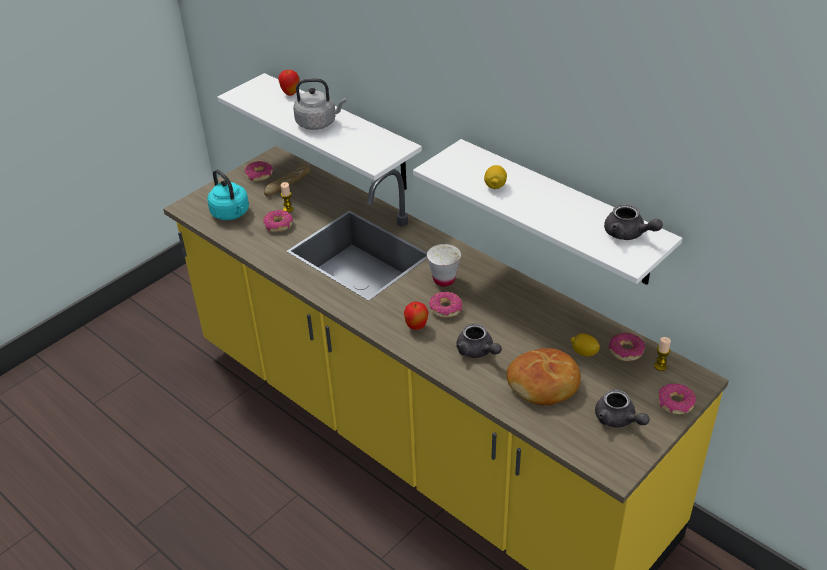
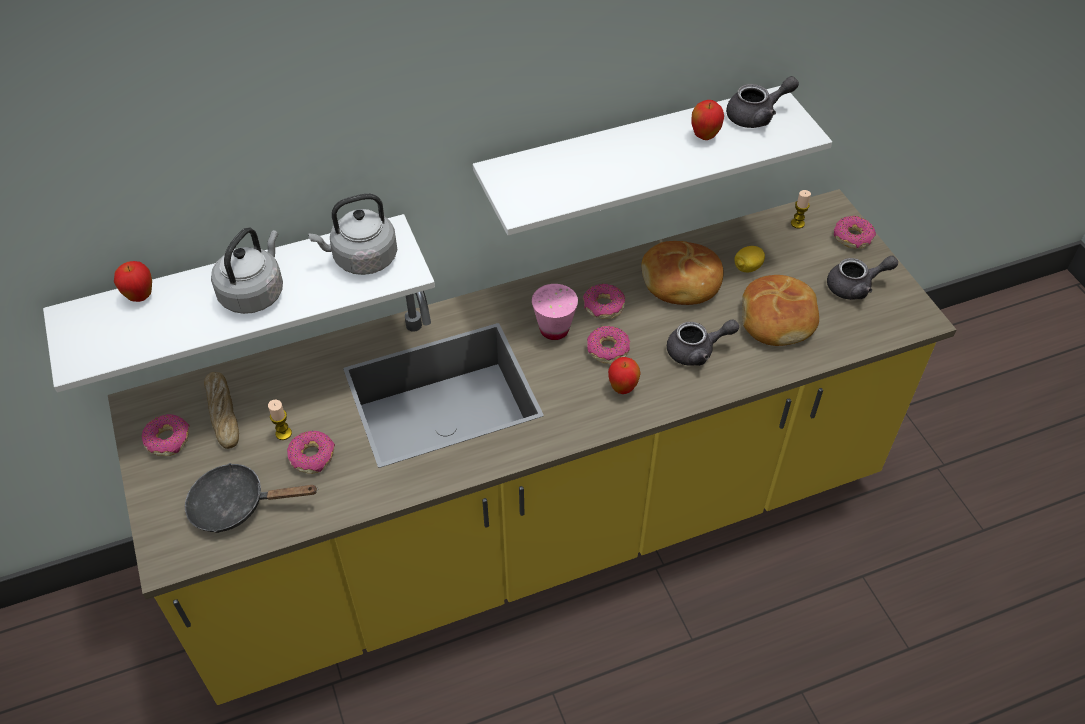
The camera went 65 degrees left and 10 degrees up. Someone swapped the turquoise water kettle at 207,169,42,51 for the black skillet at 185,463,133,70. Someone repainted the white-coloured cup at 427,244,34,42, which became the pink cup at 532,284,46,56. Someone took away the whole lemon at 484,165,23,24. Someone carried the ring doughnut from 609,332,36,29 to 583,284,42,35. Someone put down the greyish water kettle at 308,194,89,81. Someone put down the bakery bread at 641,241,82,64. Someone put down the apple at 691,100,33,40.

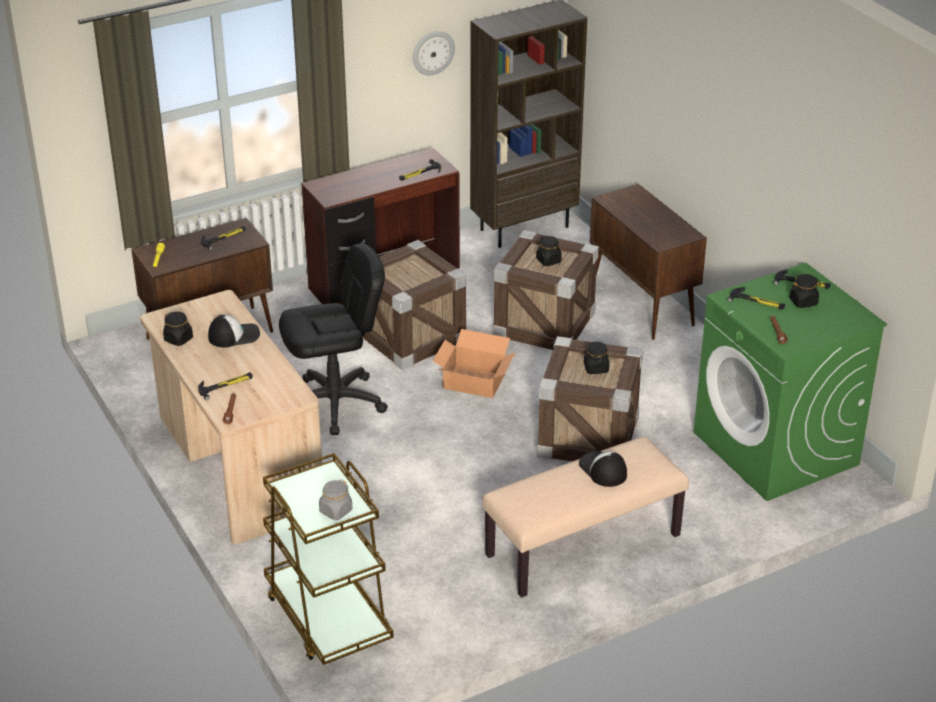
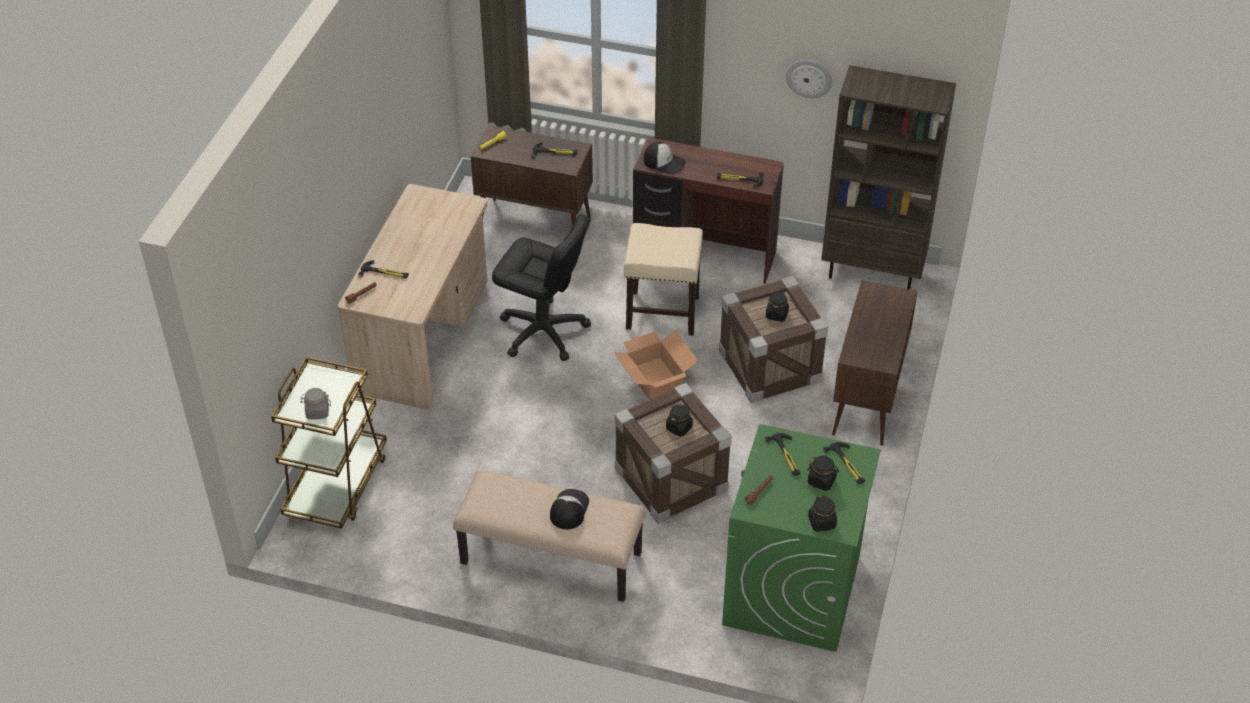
The camera went 45 degrees right and 10 degrees up. Someone carried the black storage jar from 163,312,30,34 to 808,495,29,37. Someone carried the baseball cap from 208,315,52,33 to 643,141,43,33. Someone swapped the packing crate at 363,240,104,130 for the beige sitting stool at 624,223,79,113.

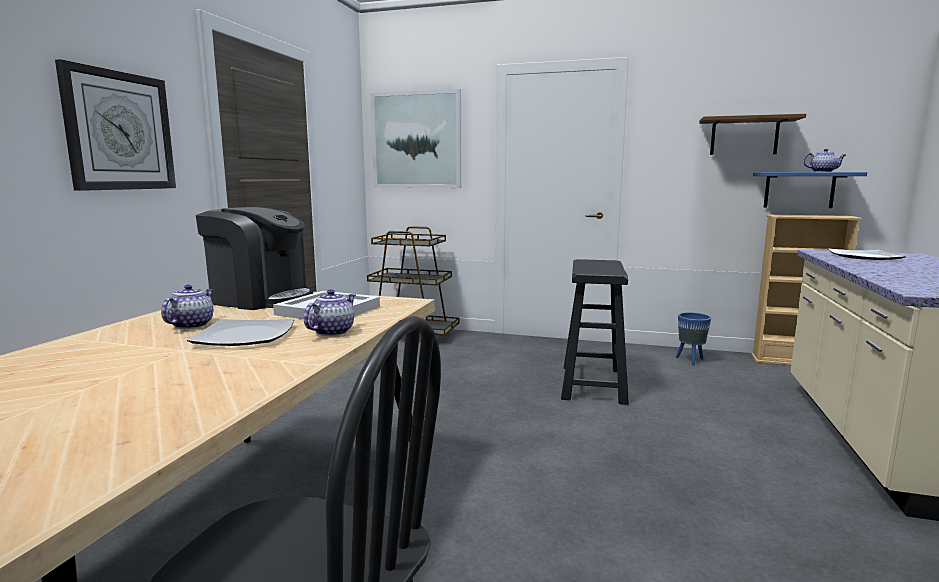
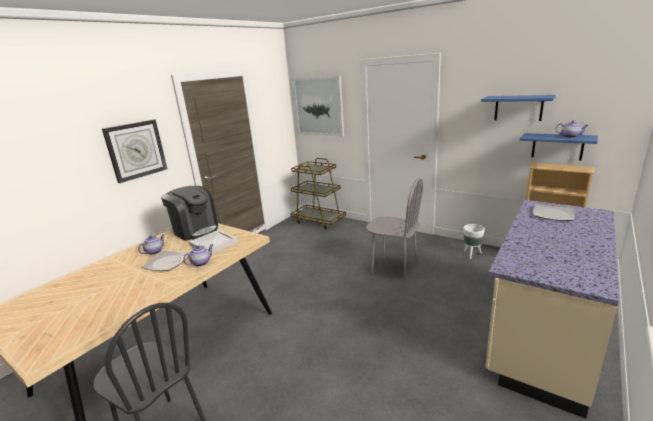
The camera went 20 degrees right and 10 degrees up. Someone swapped the black sitting stool at 561,259,68,146 for the greyish plain chair at 366,177,57,104. Someone repainted the blue-coloured flower pot at 676,312,35,54, which became the white-coloured flower pot at 463,224,22,35. Someone repainted the brownish bracket shelf at 699,114,107,41, which became the blue-coloured bracket shelf at 481,95,75,26.

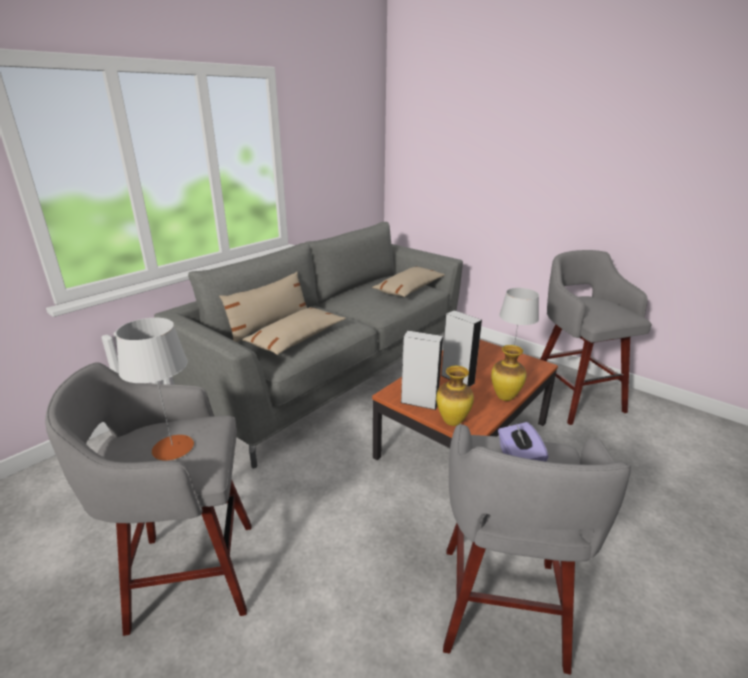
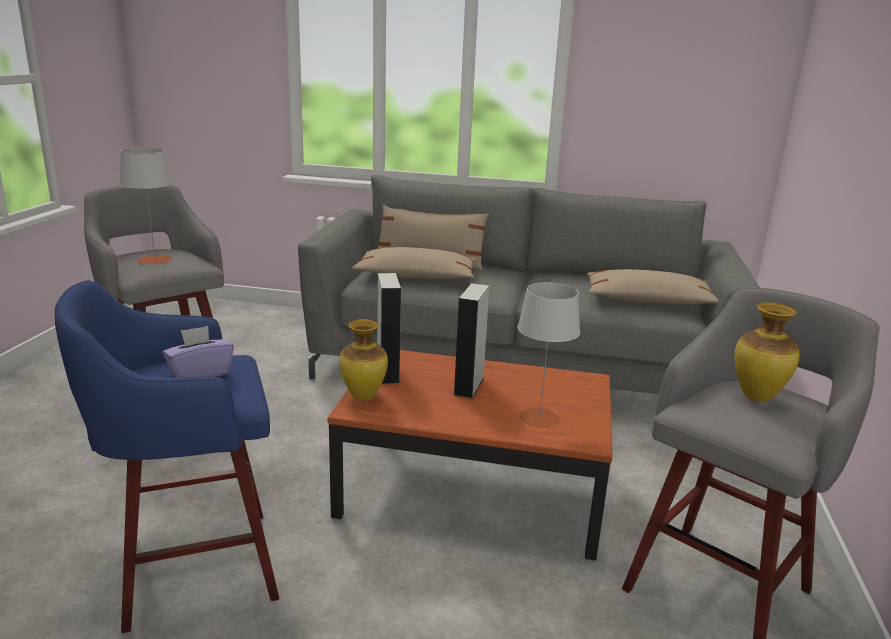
The camera went 60 degrees right and 5 degrees down. Someone repainted the greyish sitting stool at 443,423,188,251, which became the blue-coloured sitting stool at 55,280,224,353. Someone carried the vase from 491,345,36,56 to 734,302,66,100.

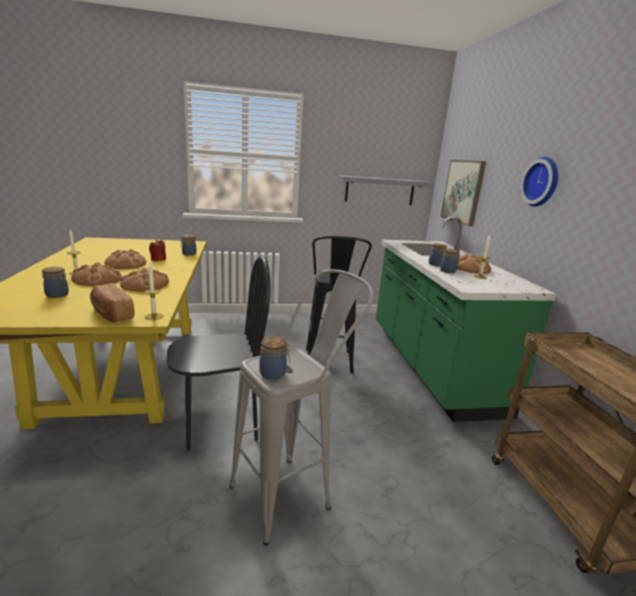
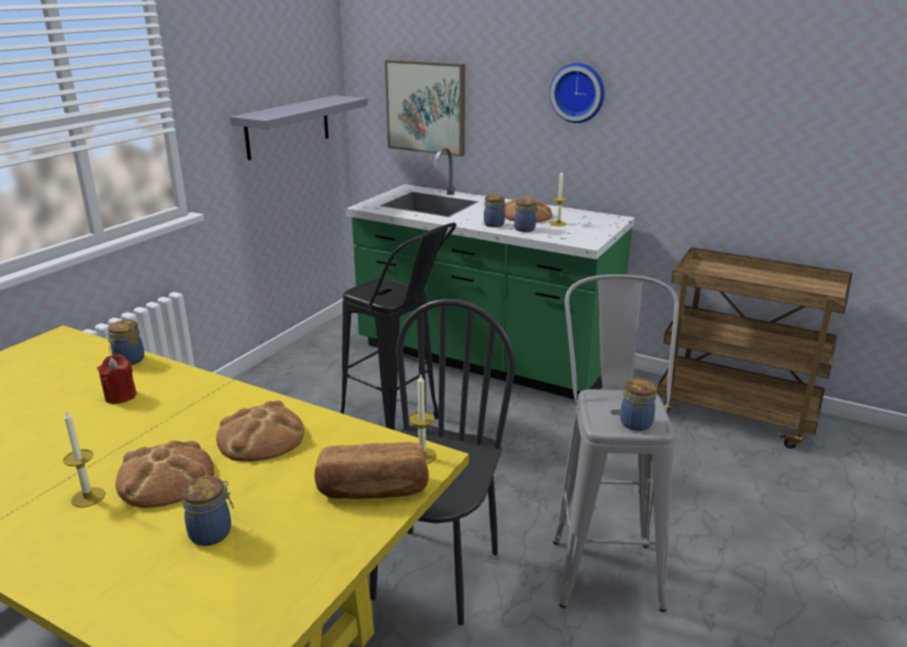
The camera went 50 degrees left and 5 degrees up. Someone took away the bakery bread at 104,249,43,20.

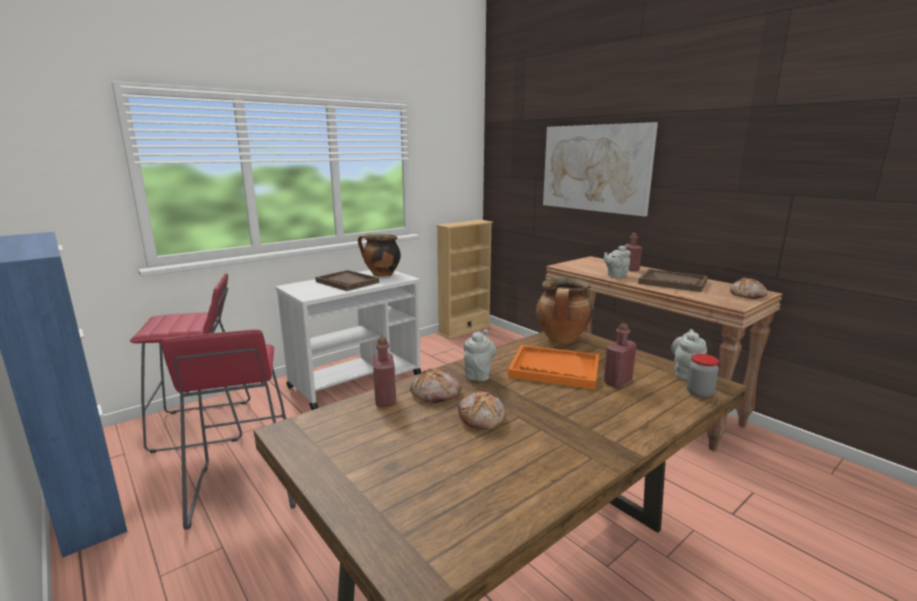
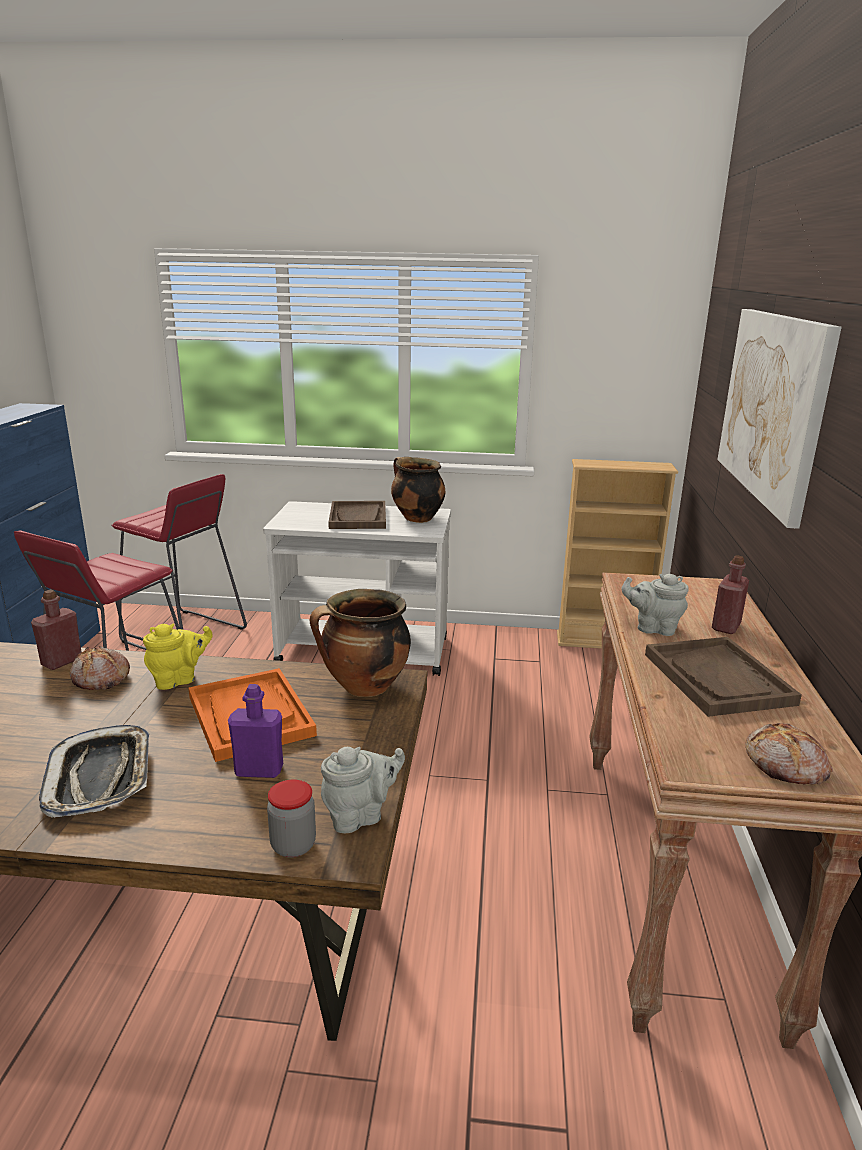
The camera went 45 degrees right and 5 degrees up. Someone took away the bakery bread at 458,391,48,39. Someone repainted the greyish pot for tea at 464,329,32,52, which became the yellowish pot for tea at 143,624,70,66. Someone repainted the red-coloured beverage bottle at 604,323,33,65, which became the purplish beverage bottle at 228,684,55,94. Someone put down the carrying tray at 39,725,110,93.

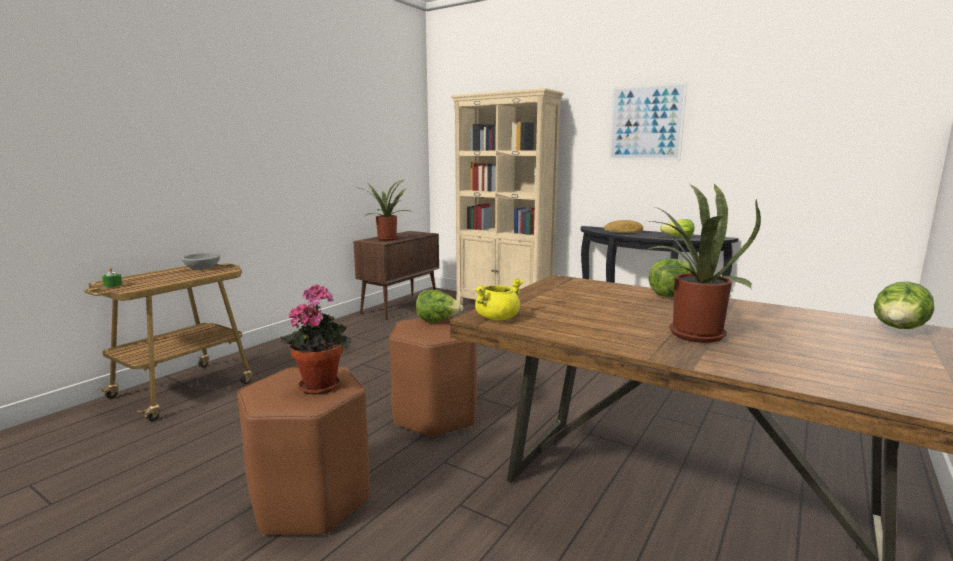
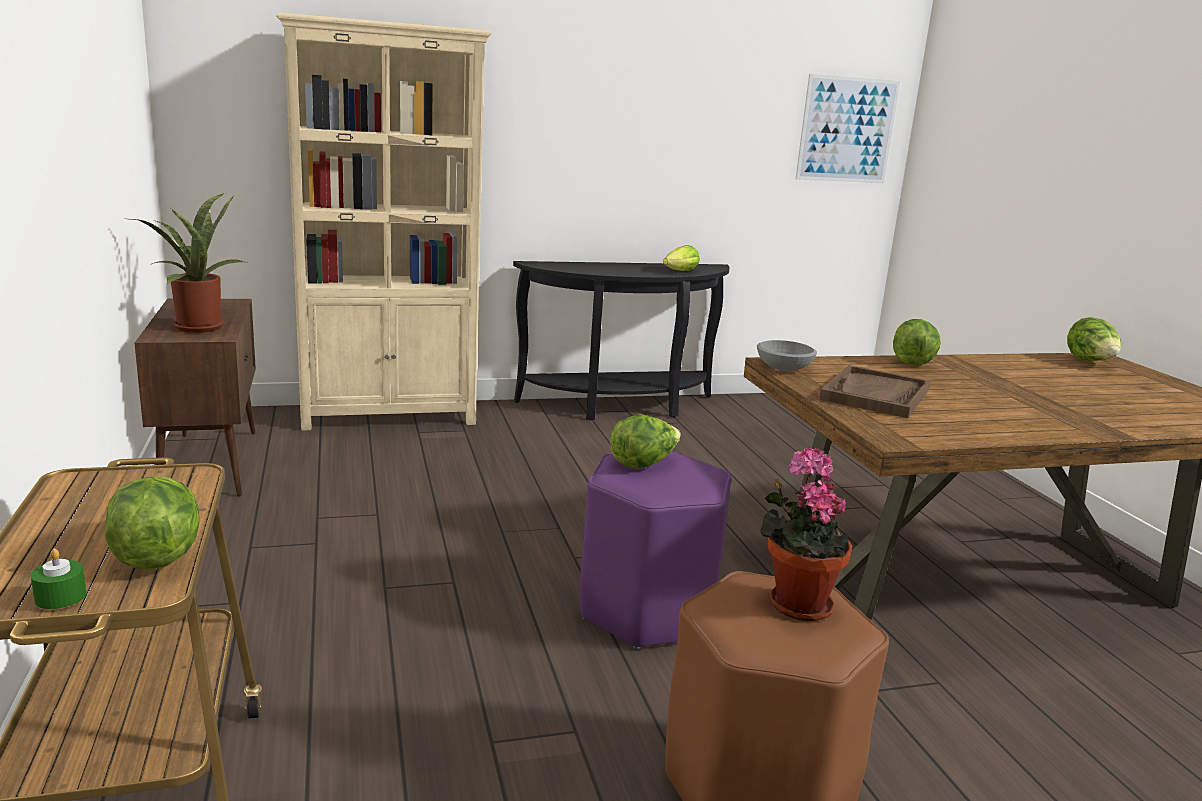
The camera went 50 degrees left and 5 degrees up. Someone carried the greyish serving bowl from 182,253,38,17 to 757,340,60,31. Someone repainted the brownish sitting stool at 389,317,88,121, which became the purplish sitting stool at 580,451,151,198. Someone took away the yellowish cooking pot at 475,279,48,41. Someone took away the bakery bread at 604,220,39,13. Someone carried the picture from 609,82,78,78 to 796,74,104,109. Someone took away the plant in a pot at 645,183,116,160. Someone put down the lettuce head at 105,476,95,94. Someone put down the brownish carrying tray at 819,365,111,53.

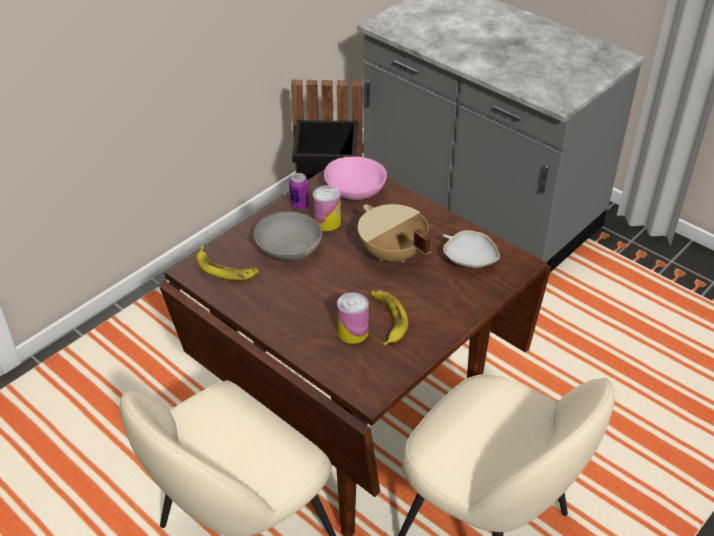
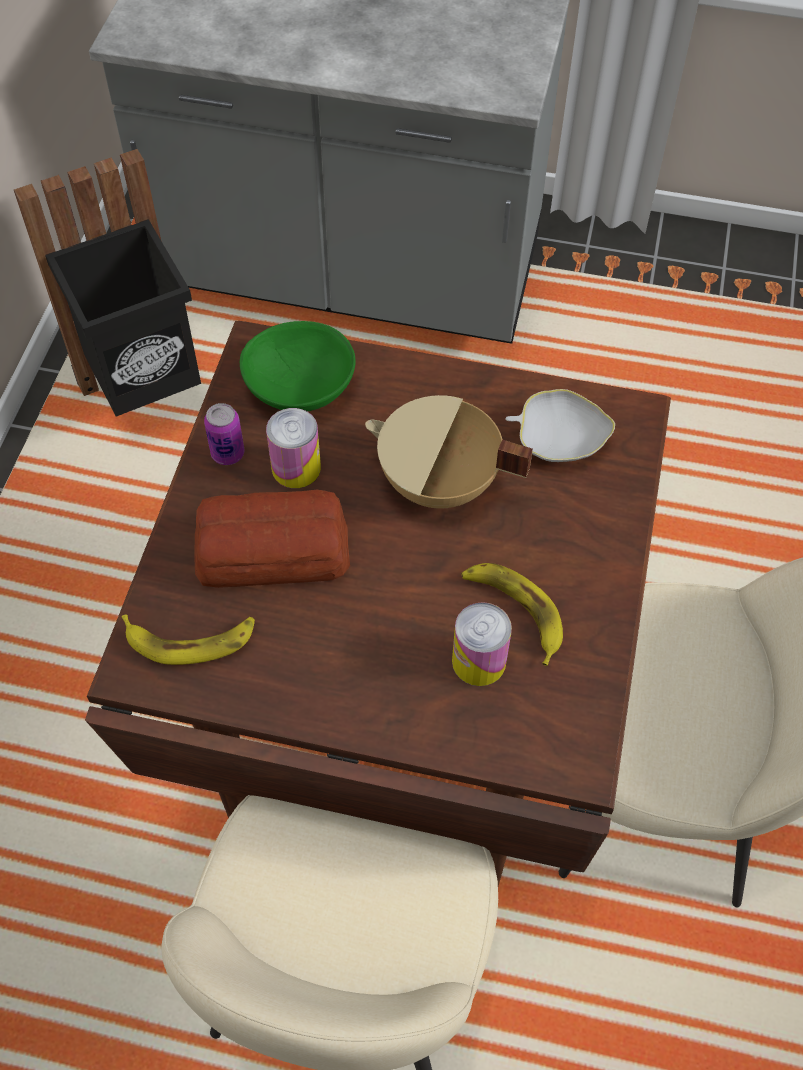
The camera went 30 degrees left and 15 degrees up. Someone swapped the greyish serving bowl at 254,211,68,49 for the bakery bread at 194,490,156,98. Someone repainted the pink serving bowl at 324,157,63,43, which became the greenish serving bowl at 240,321,116,91.

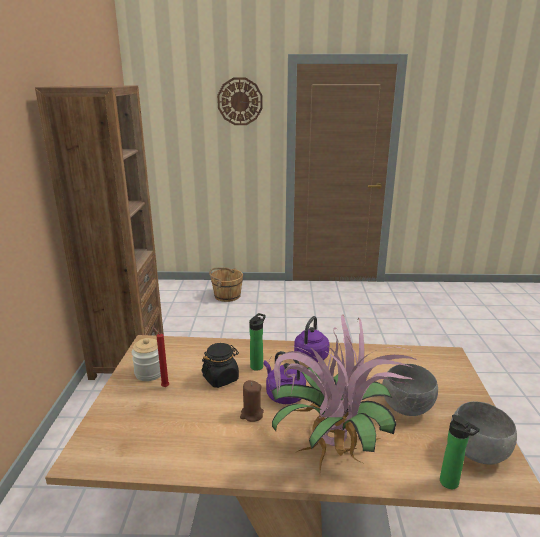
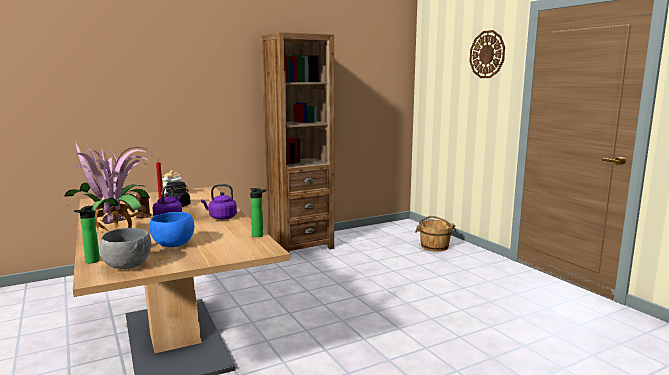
The camera went 60 degrees right and 10 degrees down. Someone carried the beverage bottle from 249,313,17,58 to 250,188,17,49. Someone repainted the greyish serving bowl at 382,364,56,52, which became the blue-coloured serving bowl at 150,212,44,35.

